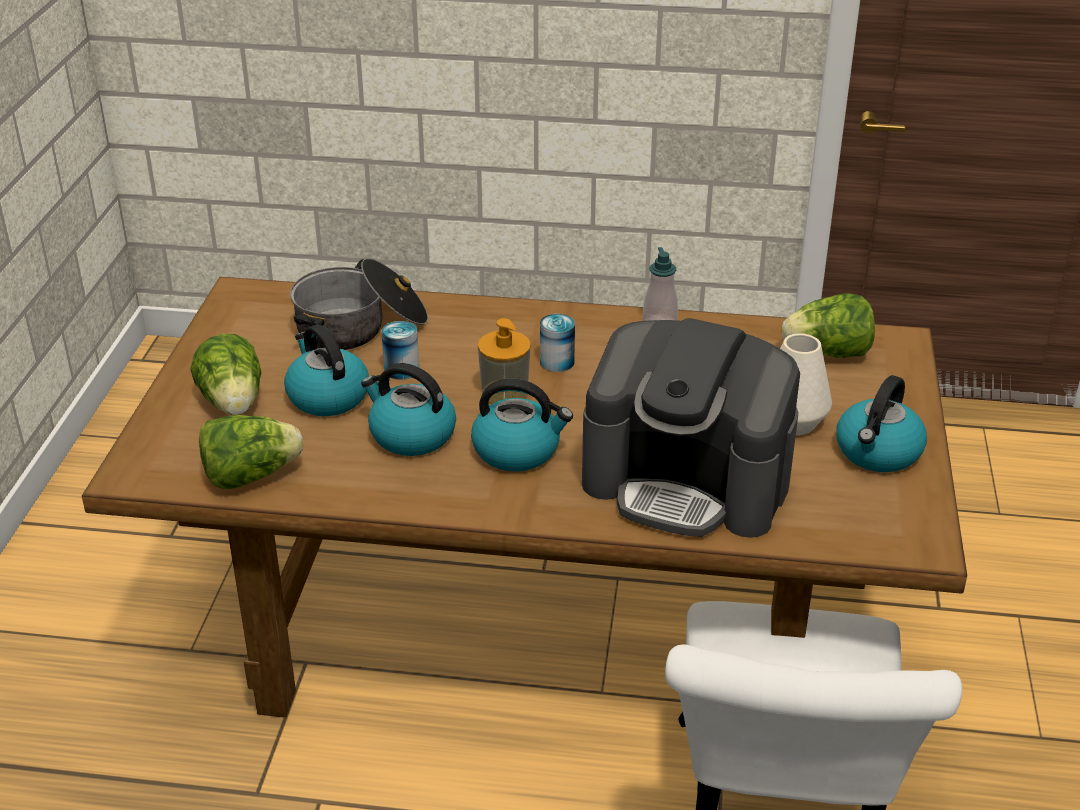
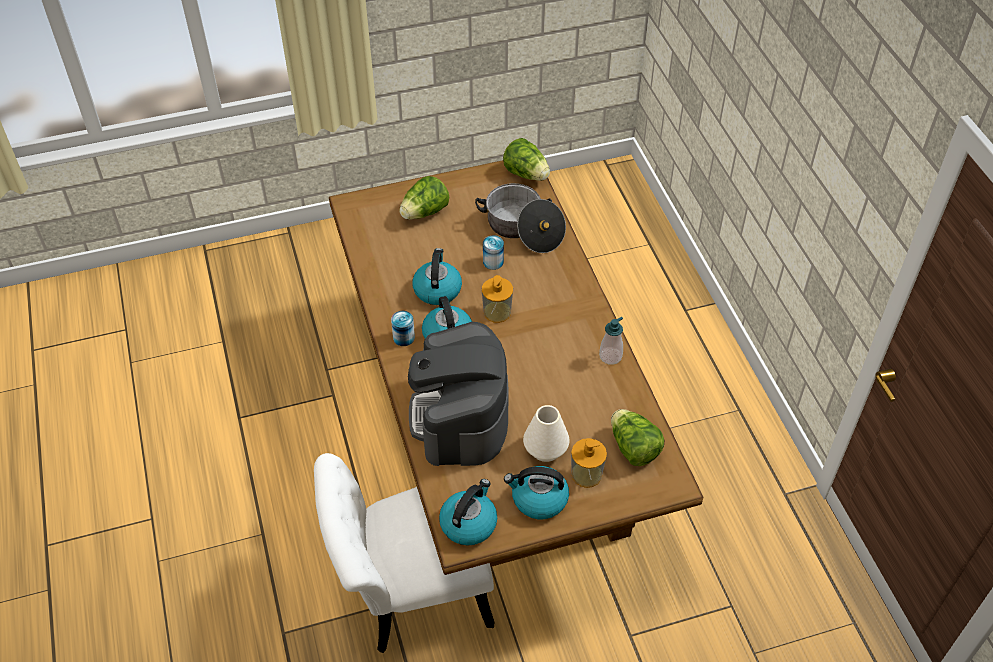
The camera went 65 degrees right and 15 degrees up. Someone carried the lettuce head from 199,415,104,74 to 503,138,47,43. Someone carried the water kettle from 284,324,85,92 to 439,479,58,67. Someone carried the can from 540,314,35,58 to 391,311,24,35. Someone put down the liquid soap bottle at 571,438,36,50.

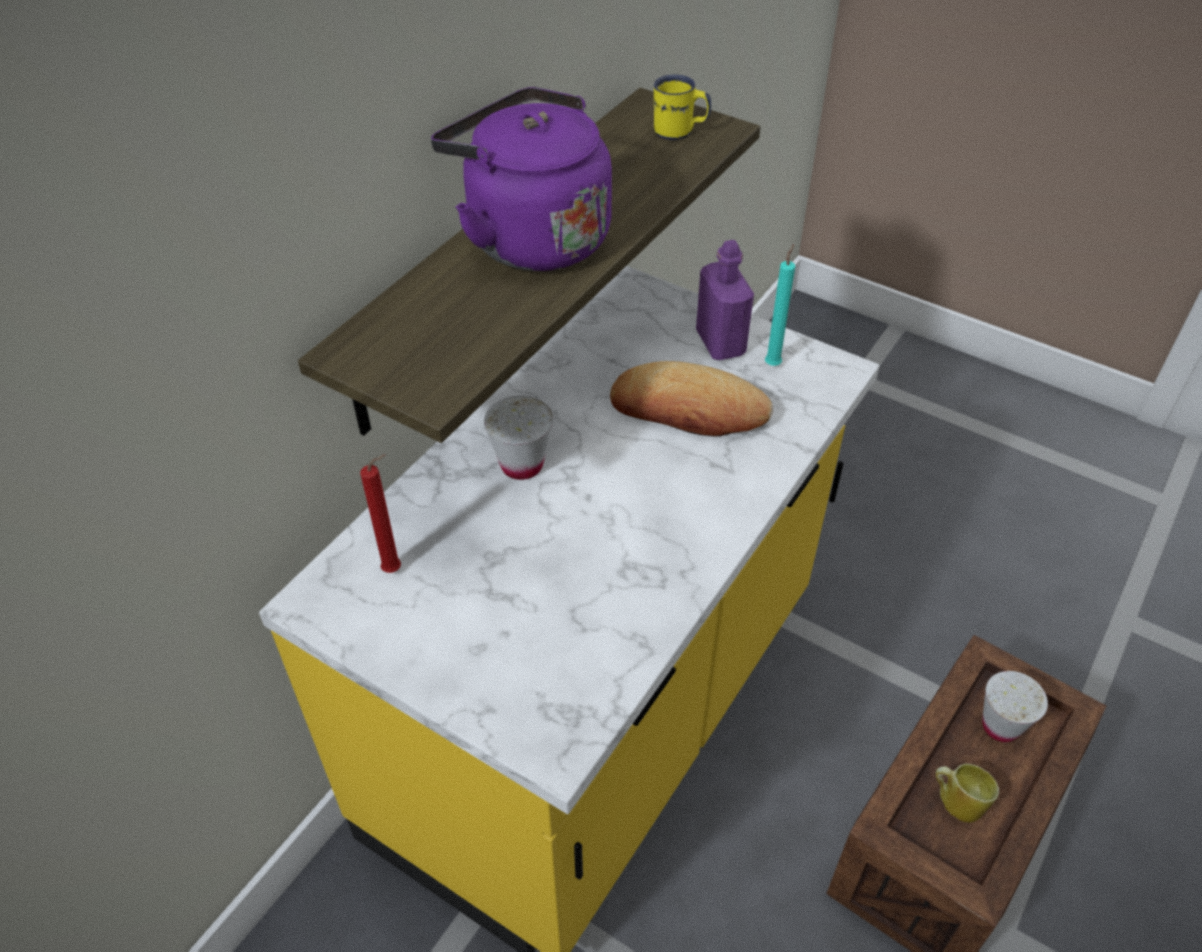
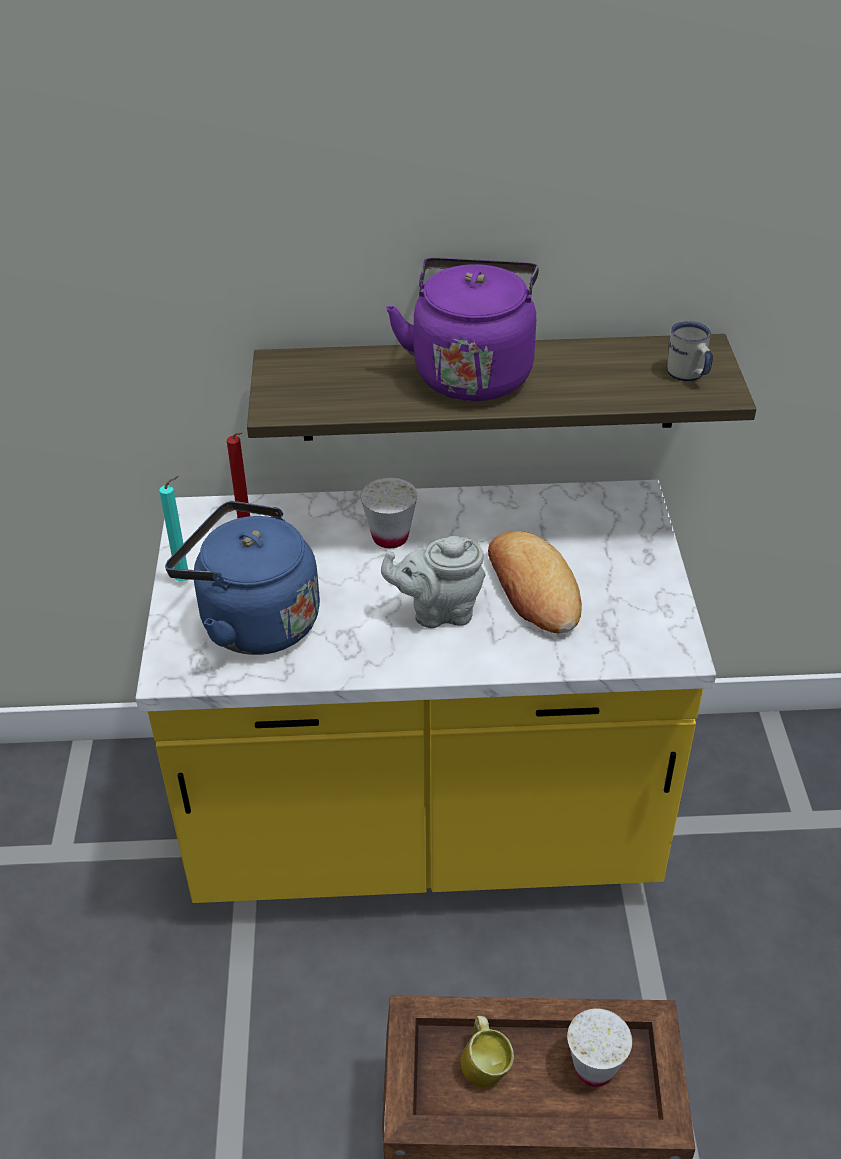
The camera went 55 degrees right and 5 degrees down. Someone repainted the yellowish mug at 654,75,57,65, which became the white-coloured mug at 667,321,46,60. Someone took away the purplish beverage bottle at 696,240,58,120. Someone carried the turquoise candle from 765,244,30,122 to 159,476,29,106. Someone put down the blue-coloured water kettle at 165,501,155,154. Someone put down the greyish pot for tea at 381,536,104,92.

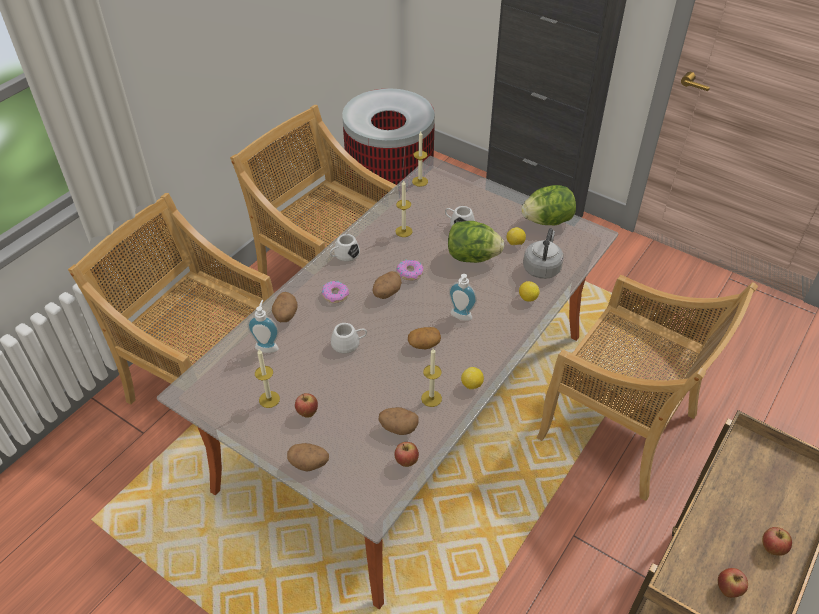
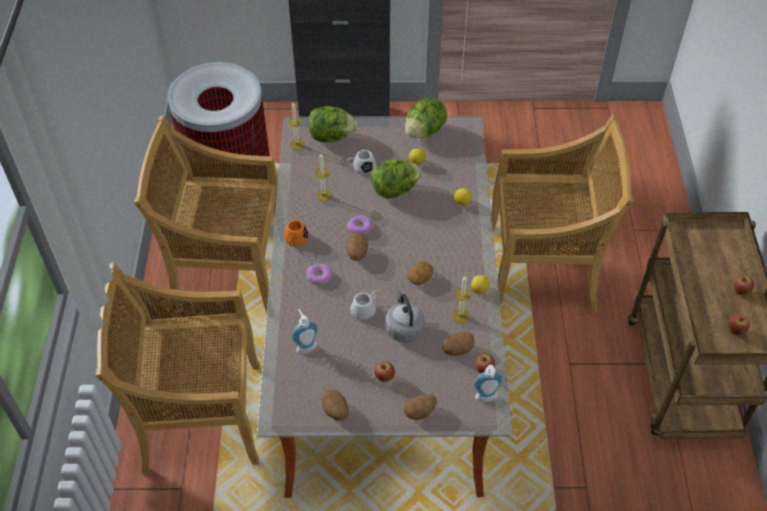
The camera went 35 degrees left and 5 degrees up. Someone took away the candle at 255,349,25,59. Someone carried the potato from 272,292,26,30 to 322,390,27,31. Someone repainted the white-coloured mug at 330,234,30,28, which became the orangey mug at 284,220,25,26. Someone carried the liquid soap bottle from 449,274,28,47 to 474,365,29,36. Someone carried the greyish water kettle from 523,228,41,51 to 385,290,40,52. Someone put down the lettuce head at 309,106,48,36.

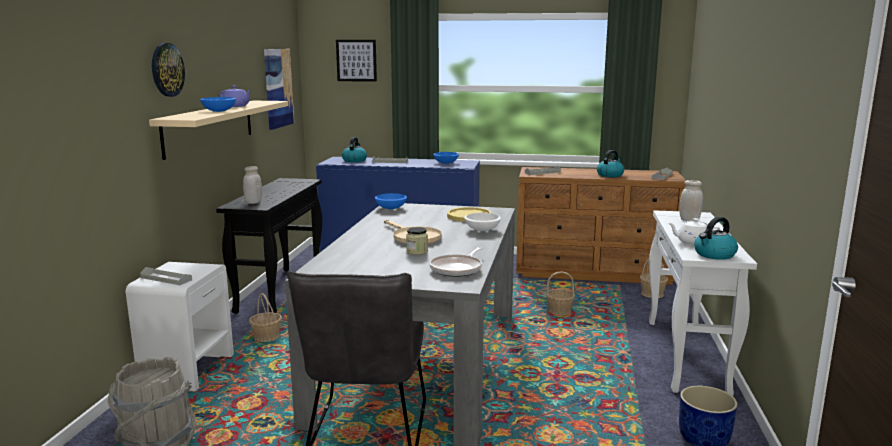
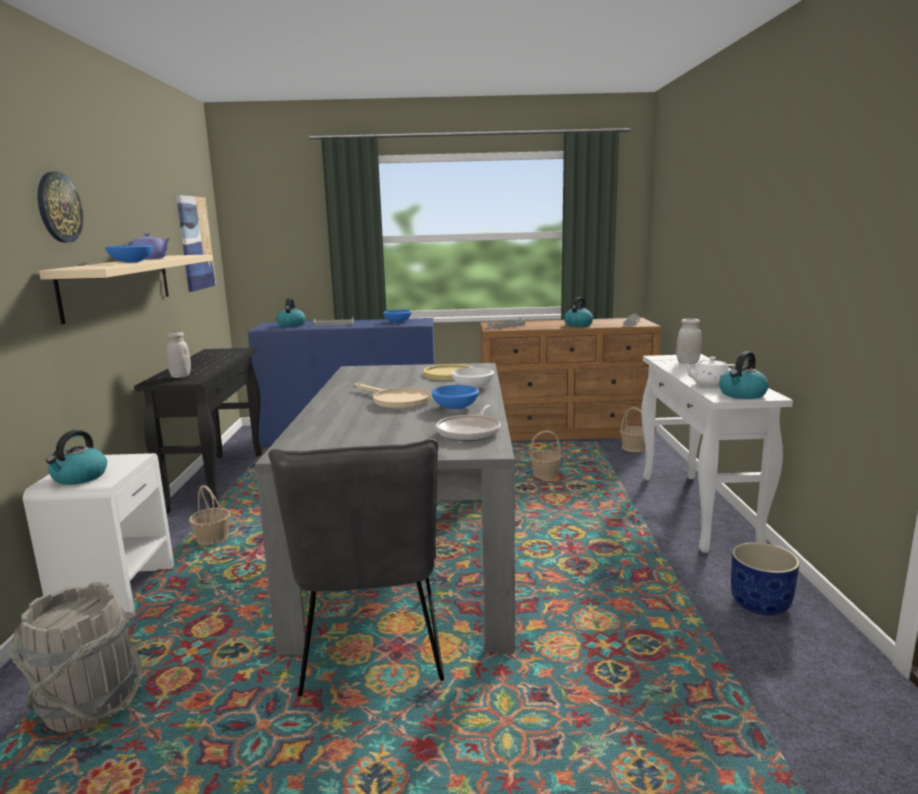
The camera went 10 degrees left and 0 degrees up. Someone swapped the greyish carrying tray at 140,267,52,18 for the water kettle at 46,430,61,55. Someone took away the picture at 336,40,41,42. Someone carried the blue-coloured serving bowl from 375,193,32,16 to 431,385,48,24. Someone took away the storage jar at 406,227,22,28.

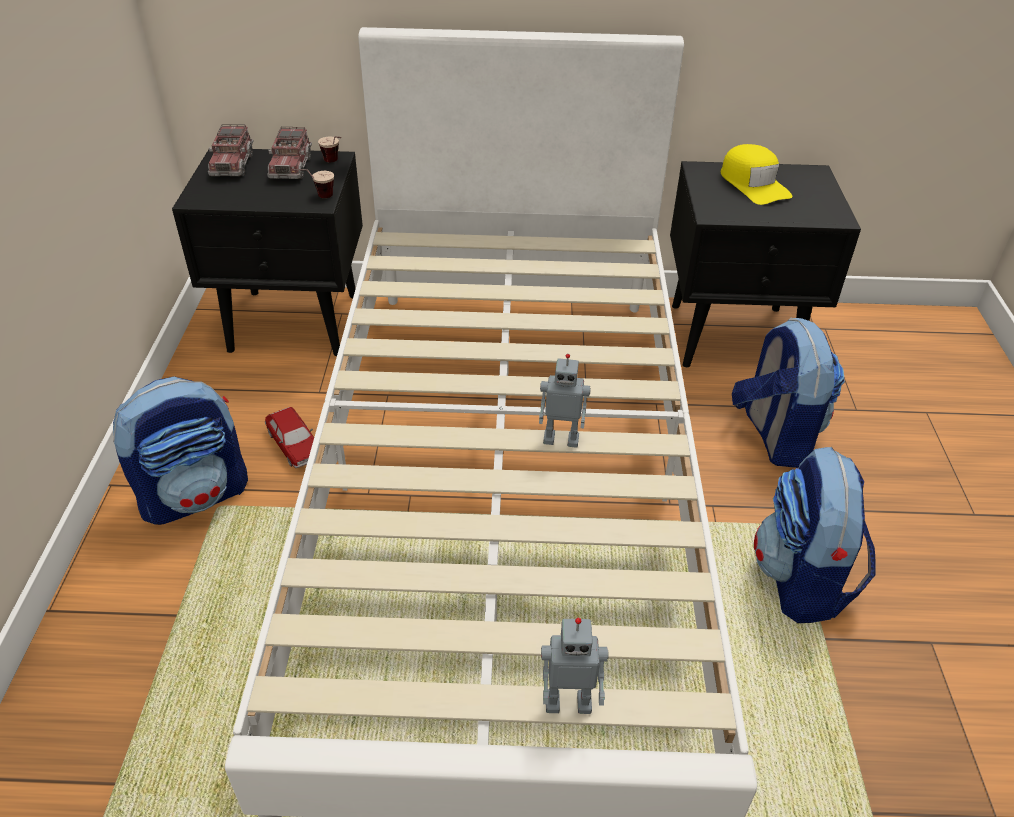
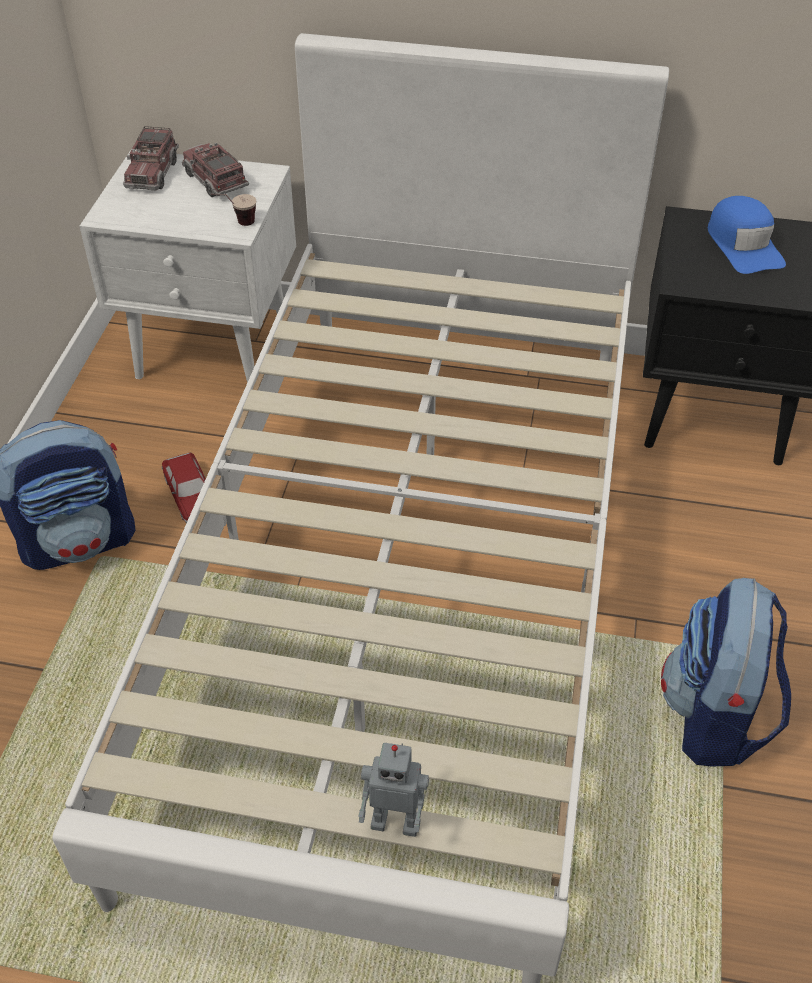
The camera went 10 degrees right and 5 degrees up. Someone repainted the black nightstand at 172,149,191,207, which became the white-coloured nightstand at 79,149,217,234. Someone rotated the toy truck at 267,127,45,52 by 135 degrees clockwise. Someone took away the cup at 318,136,23,26. Someone took away the toy robot at 539,354,52,94. Someone repainted the yellowish baseball cap at 720,144,73,61, which became the blue-coloured baseball cap at 708,196,78,78. Someone took away the rucksack at 732,317,113,151.

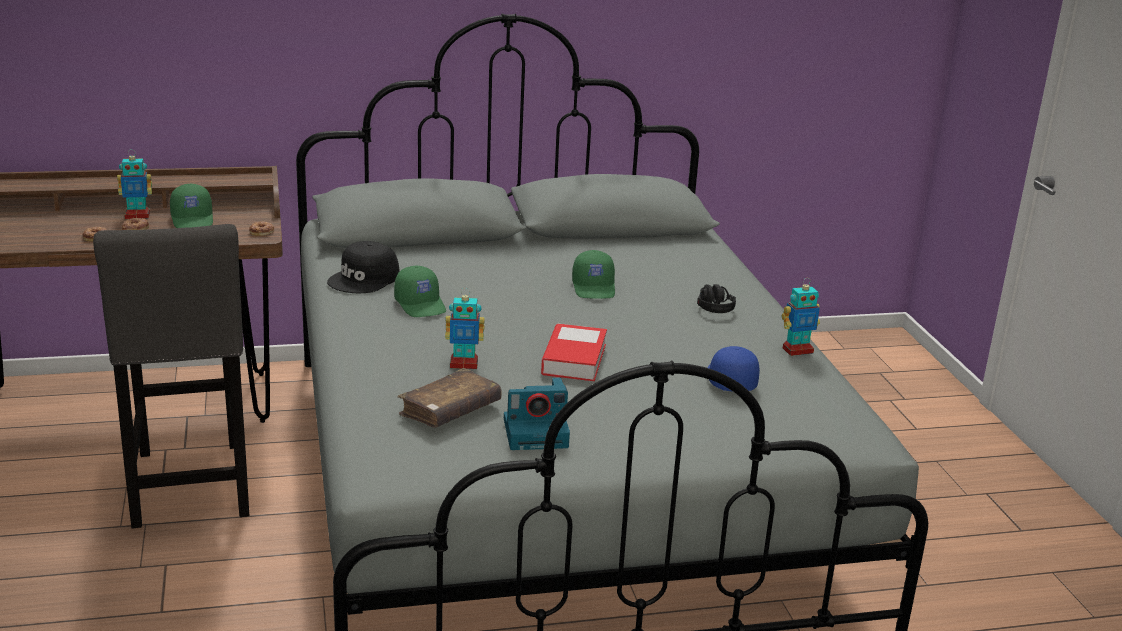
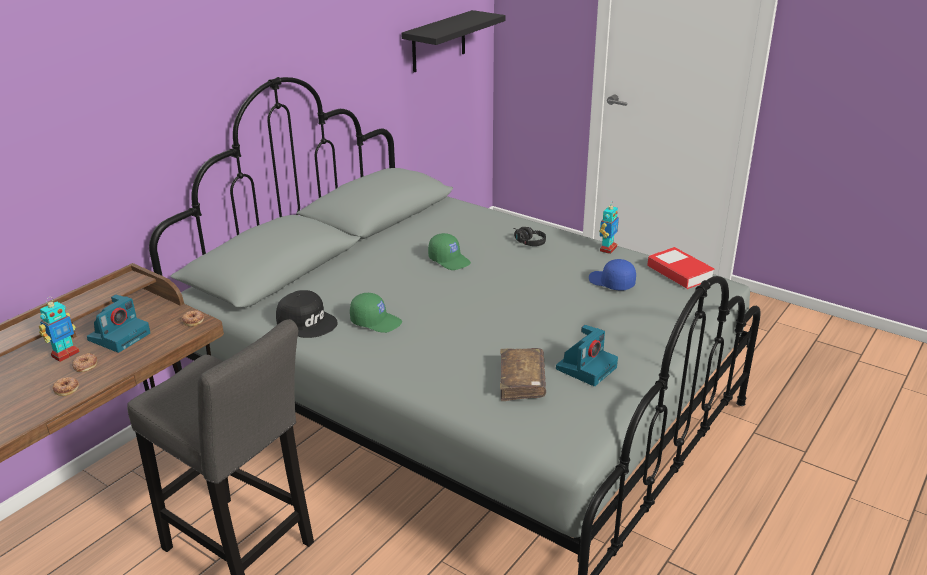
The camera went 40 degrees left and 5 degrees up. Someone swapped the greenish baseball cap at 170,184,43,44 for the still camera at 87,295,63,58. Someone rotated the black baseball cap at 327,241,72,52 by 45 degrees counterclockwise. Someone took away the toy robot at 445,288,40,81. Someone carried the volume from 541,324,66,57 to 647,247,67,42. Someone put up the black bracket shelf at 401,10,105,62.

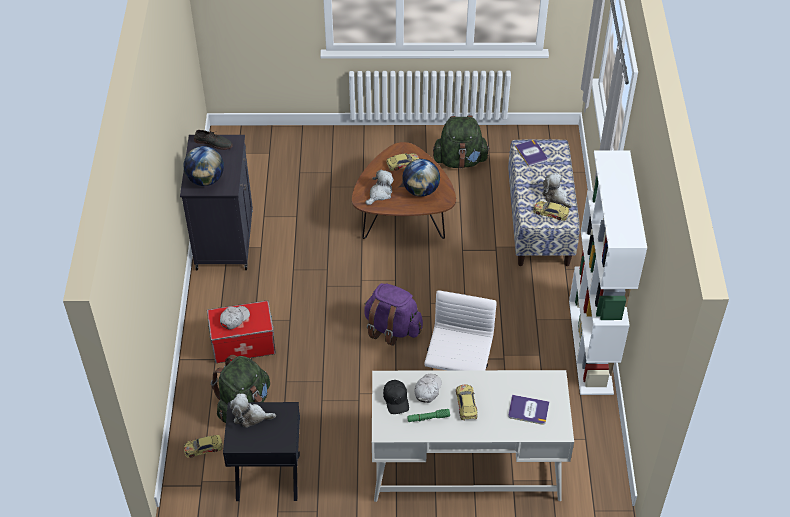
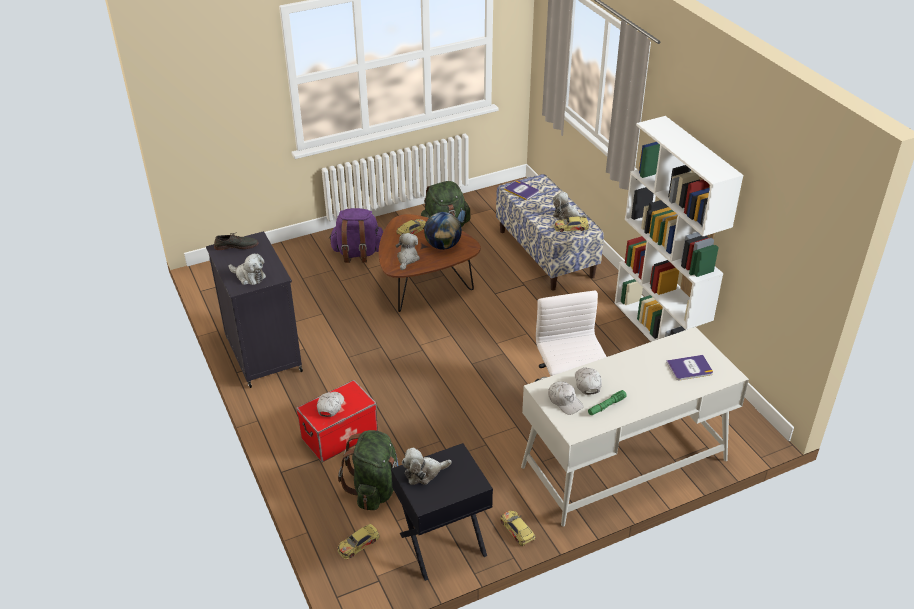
The camera went 25 degrees left and 10 degrees down. Someone swapped the desk globe at 184,146,40,40 for the plush toy at 229,254,37,31. Someone carried the purplish rucksack from 364,283,59,63 to 329,208,54,55. Someone repainted the black baseball cap at 383,380,26,34, which became the white-coloured baseball cap at 548,381,36,34. Someone carried the toy car from 456,385,22,35 to 500,511,35,35.

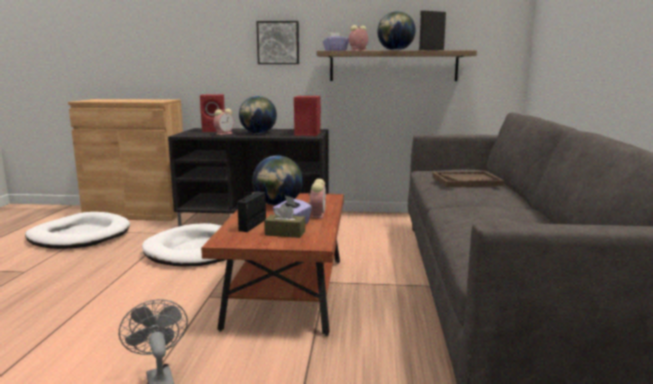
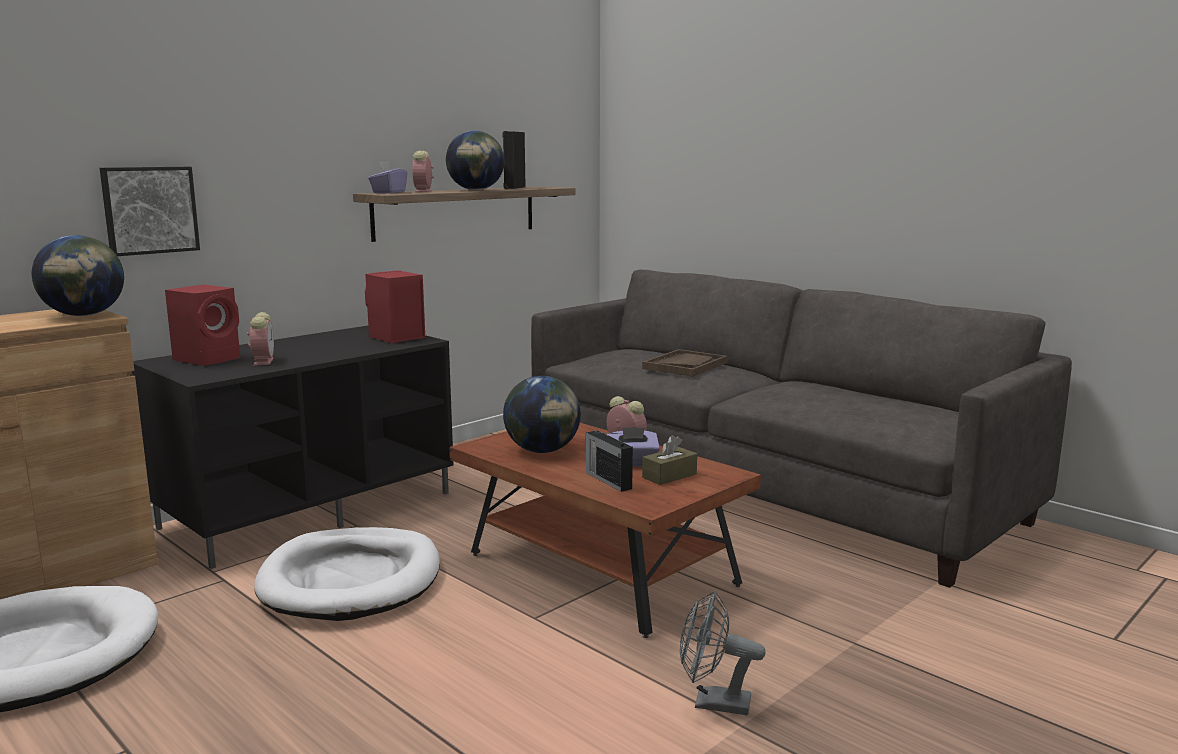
The camera went 50 degrees left and 0 degrees up. Someone carried the desk globe from 239,96,38,38 to 32,235,92,81. Someone carried the picture from 256,21,43,43 to 100,167,100,89.

